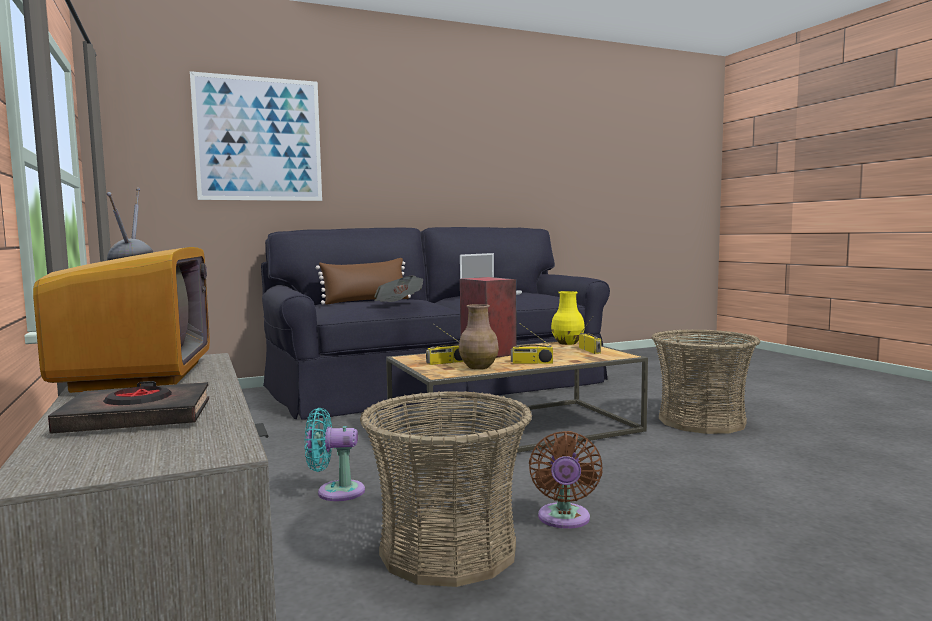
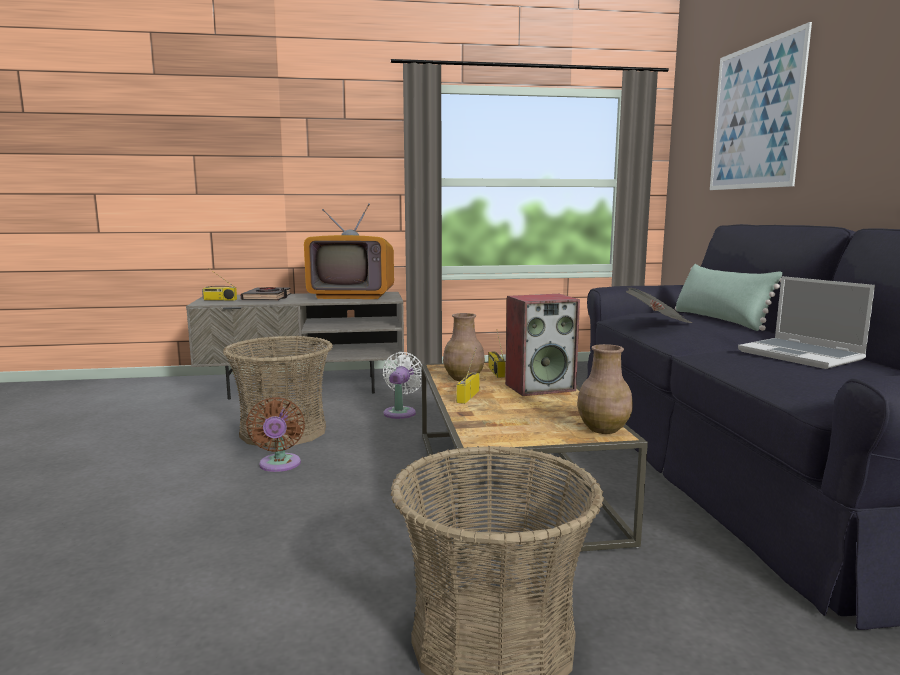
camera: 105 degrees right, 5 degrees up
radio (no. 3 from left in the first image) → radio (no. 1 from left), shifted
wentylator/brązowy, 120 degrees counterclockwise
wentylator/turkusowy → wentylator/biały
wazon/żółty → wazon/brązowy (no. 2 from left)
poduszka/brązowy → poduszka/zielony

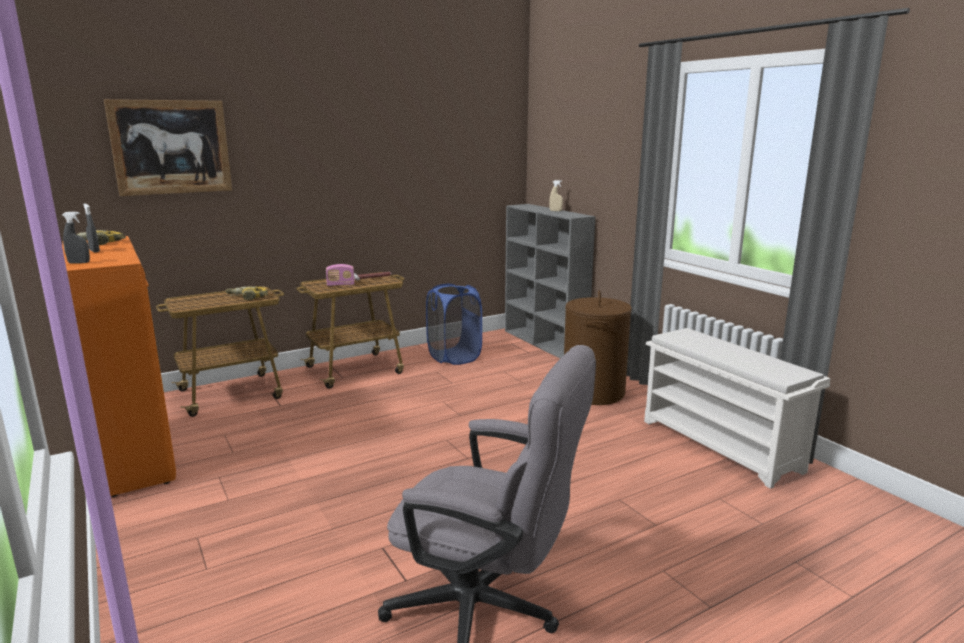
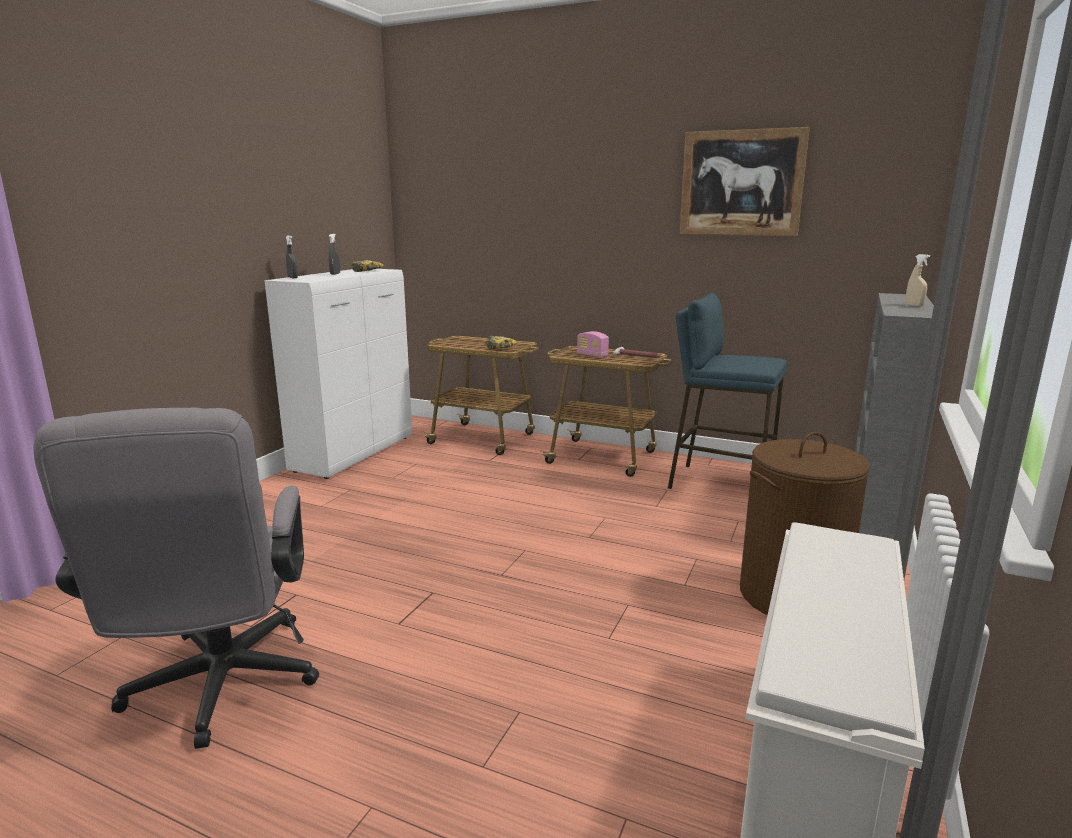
camera: 55 degrees right, 0 degrees up
szafka/pomarańczowy → szafka/biały
kosz na pranie/niebieski → stołek/niebieski
obraz, shifted

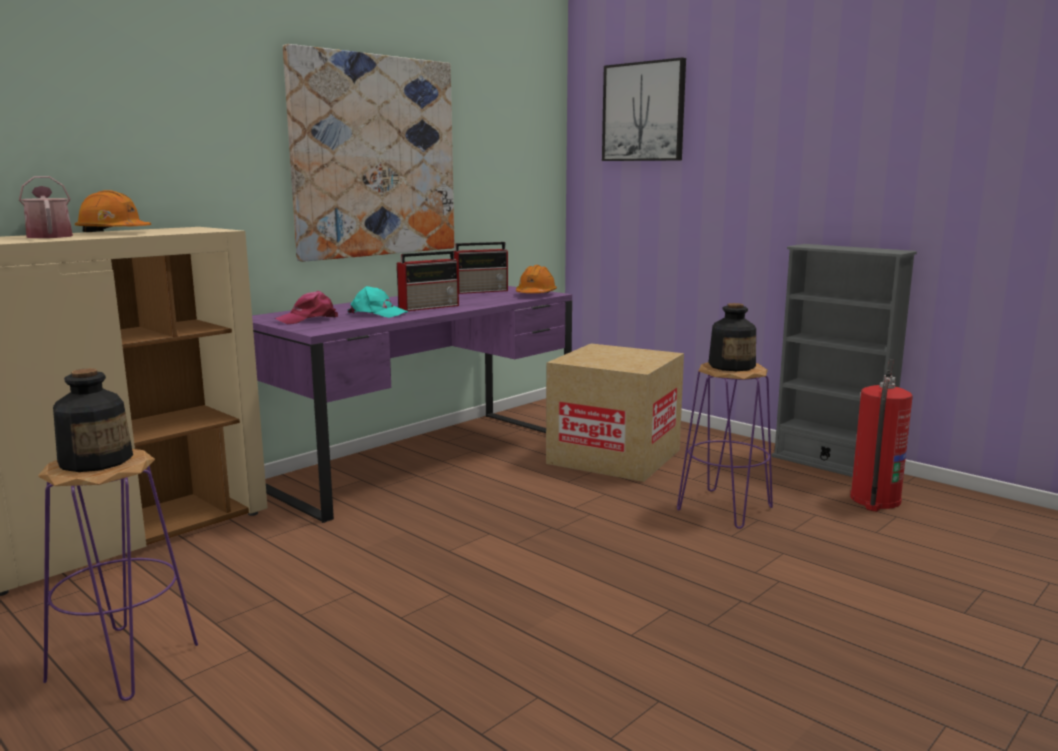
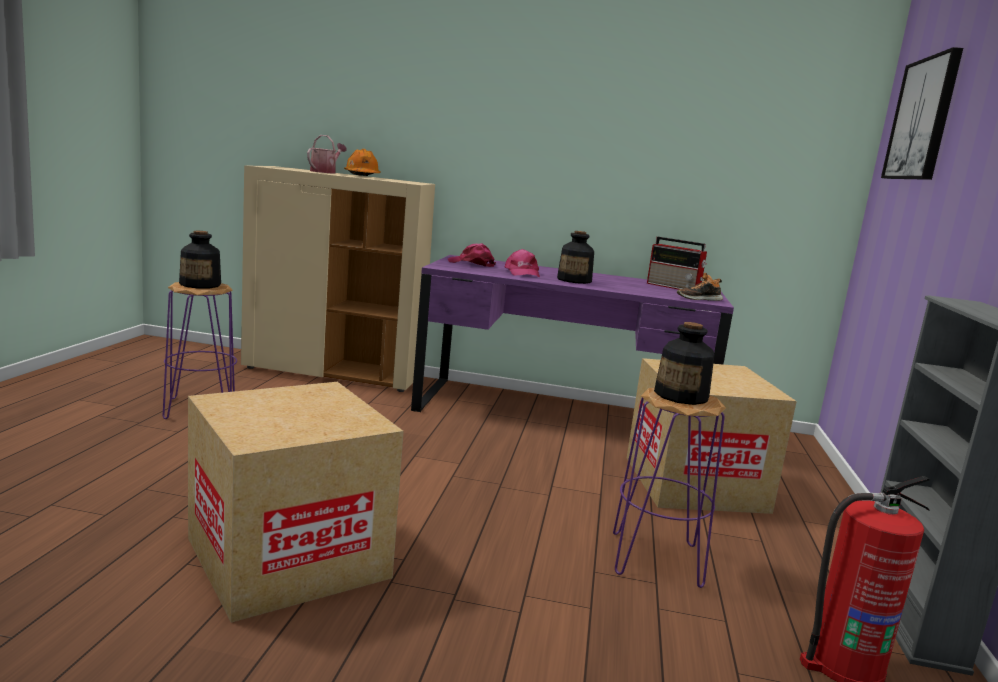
camera: 55 degrees right, 0 degrees up
- → karton (no. 1 from left)
czapka z daszkiem/turkusowy → czapka z daszkiem/różowy (no. 2 from left)
radio (no. 1 from left) → butelka (no. 2 from left)
kask/pomarańczowy (no. 2 from left) → but
obraz (no. 1 from left) → -

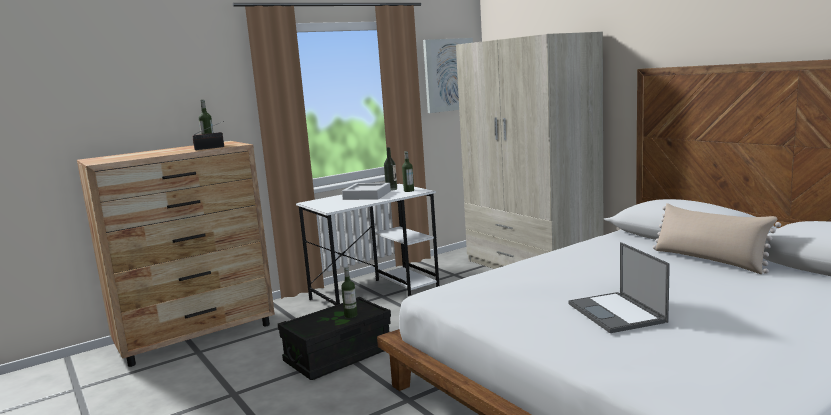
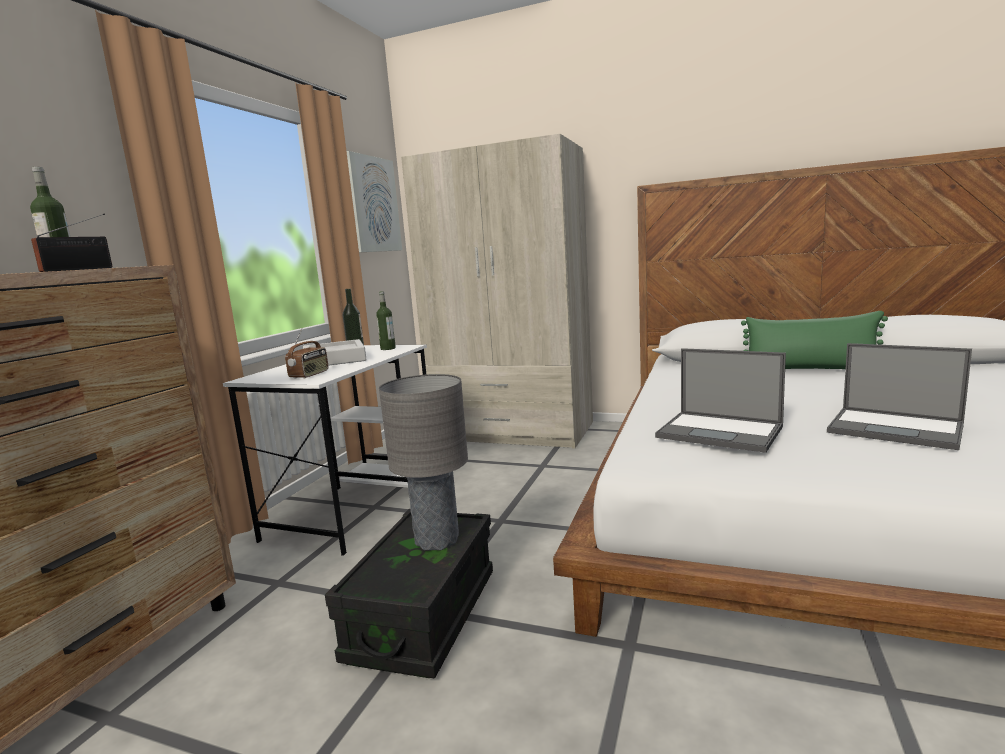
camera: 35 degrees left, 0 degrees up
- → radio (no. 2 from left)
butelka (no. 2 from left) → lampa stołowa/szary
- → laptop (no. 1 from left)
poduszka/beżowy → poduszka/zielony

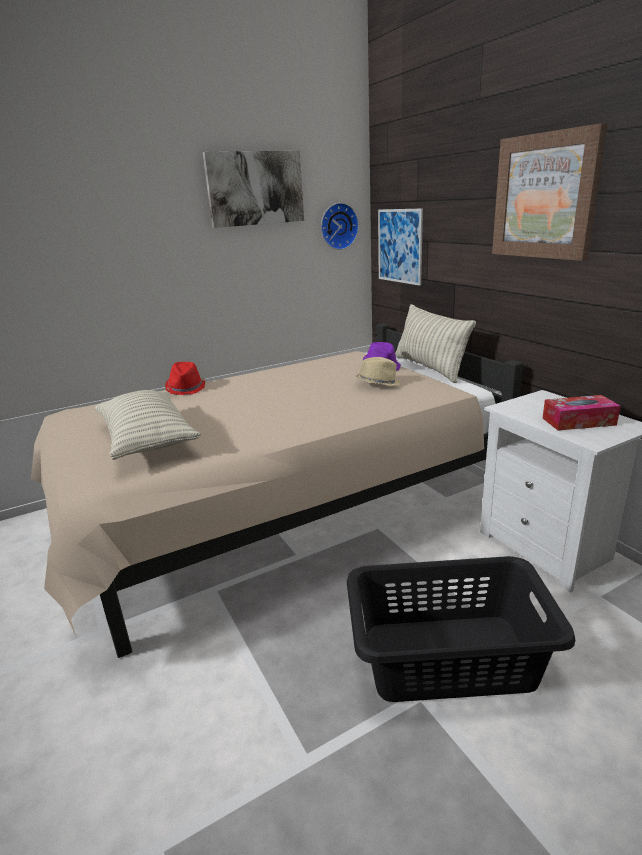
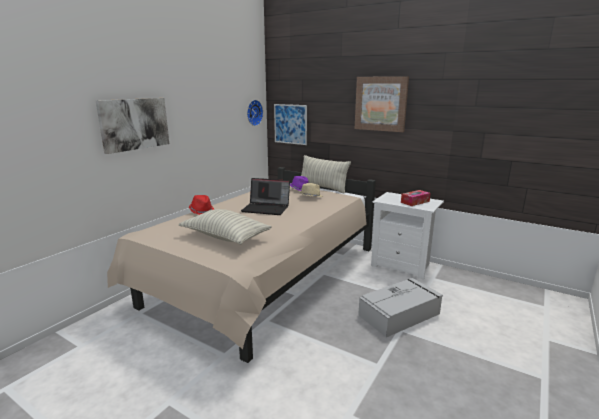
camera: 30 degrees left, 5 degrees down
obraz (no. 1 from left), shifted
- → laptop
kosz na pranie/czarny → pojemnik do przechowywania/szary

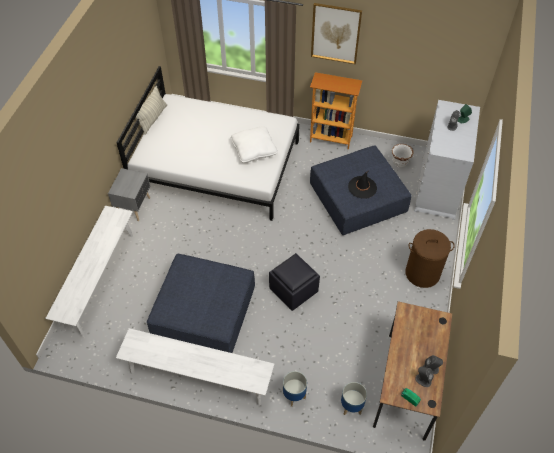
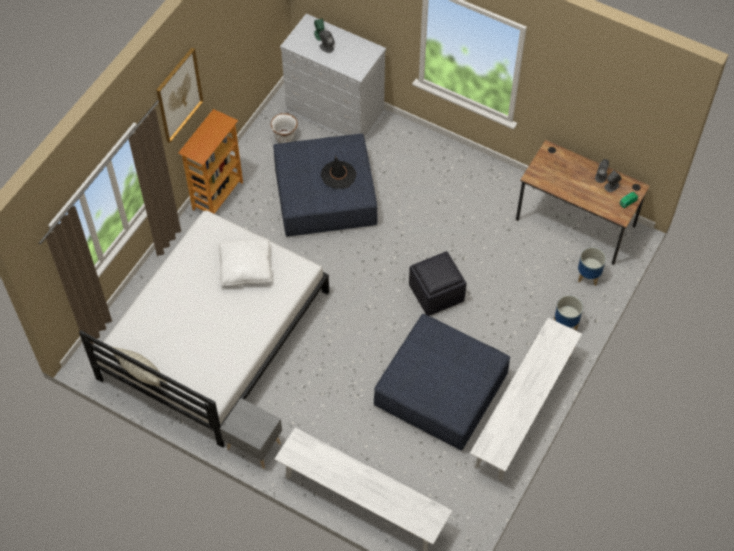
camera: 75 degrees left, 5 degrees up
kosz na pranie/brązowy → -

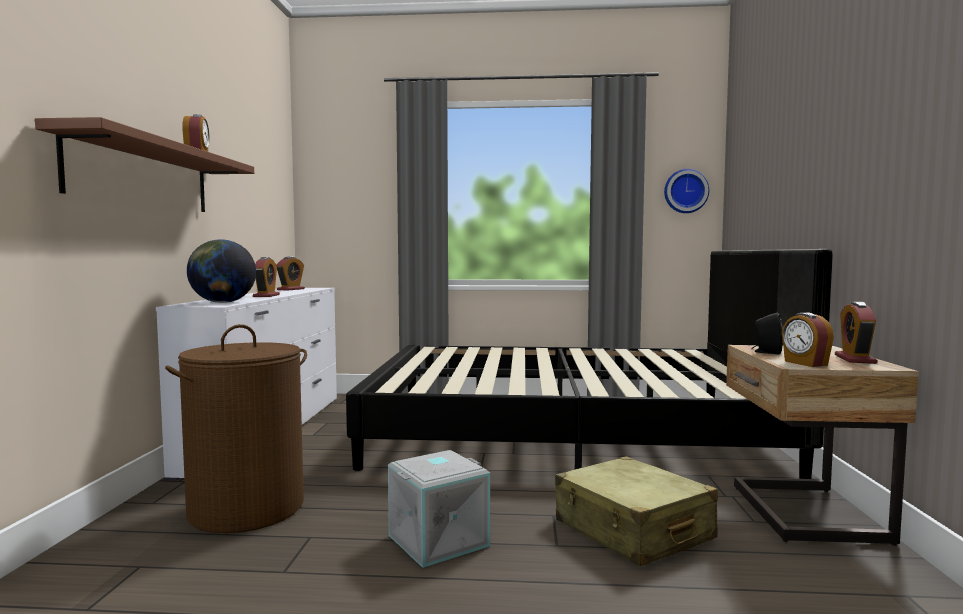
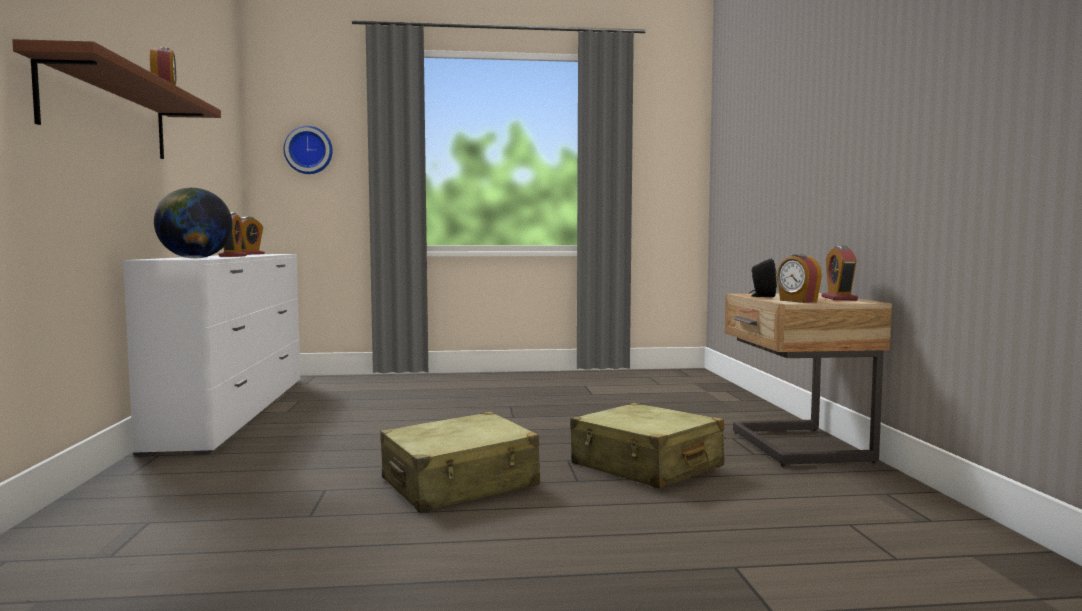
camera: 10 degrees left, 0 degrees up
zegar ścienny, shifted
pojemnik do przechowywania/szary → walizka/beżowy (no. 1 from left)
kosz na pranie/brązowy → -
łóżko/czarny → -

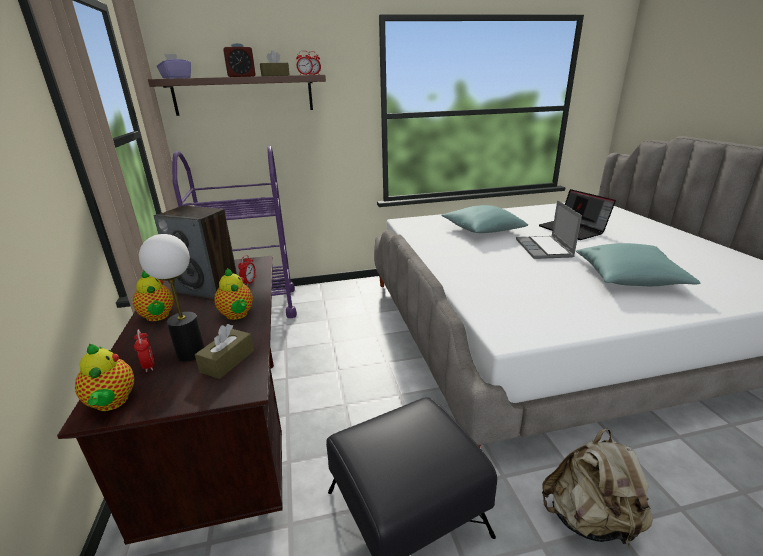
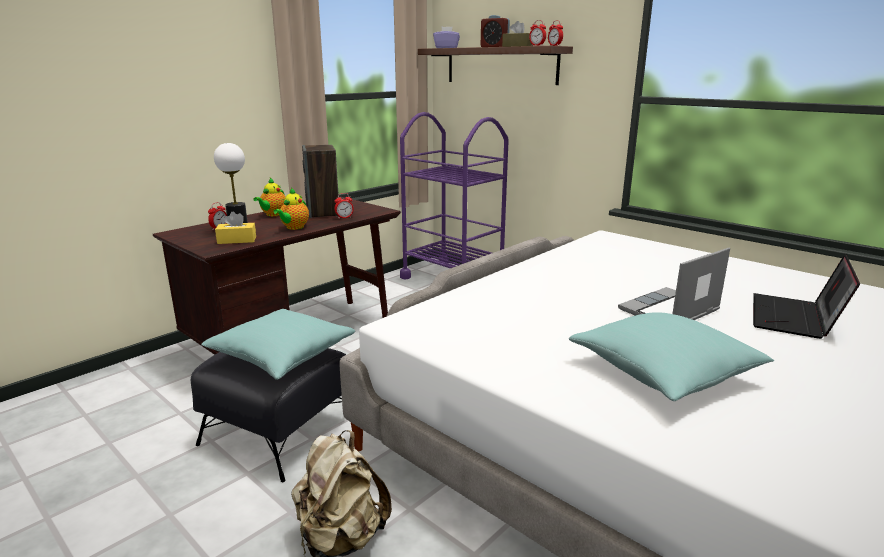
camera: 55 degrees right, 5 degrees down
poduszka/turkusowy (no. 1 from left), shifted
pudełko chusteczek/brązowy (no. 1 from left) → pudełko chusteczek/żółty
imbryk (no. 1 from left) → -

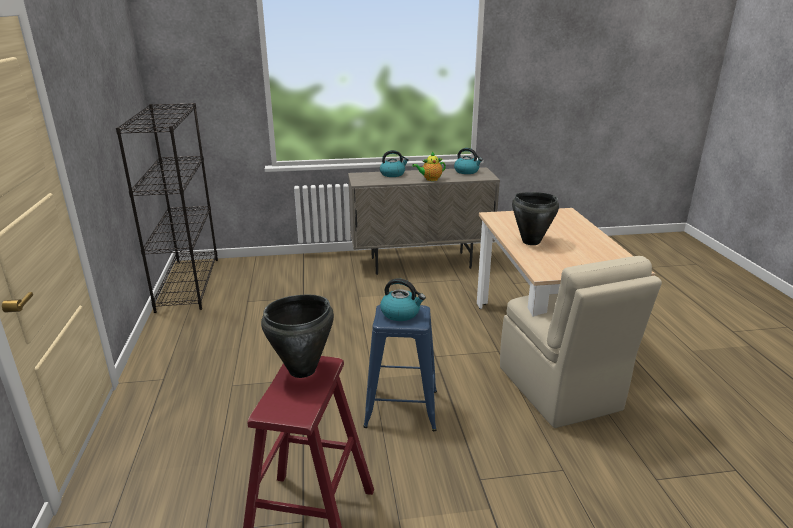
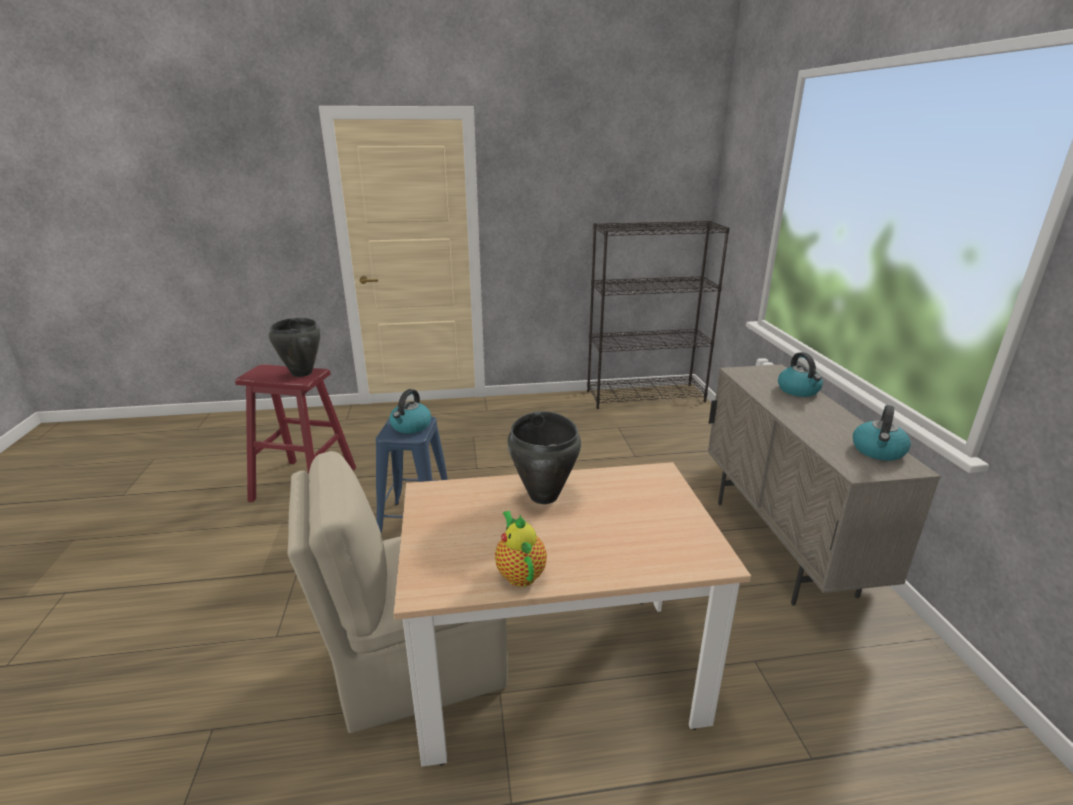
camera: 90 degrees right, 0 degrees up
imbryk, shifted

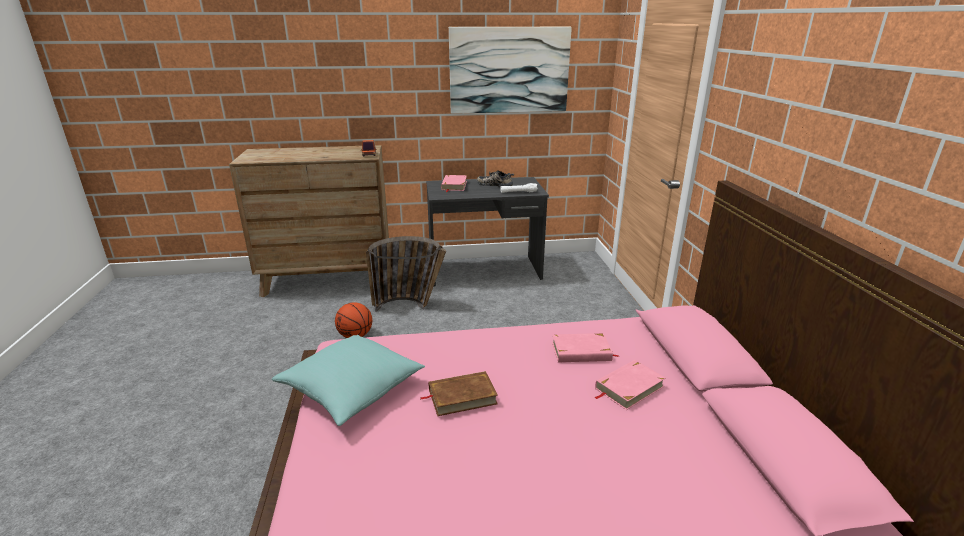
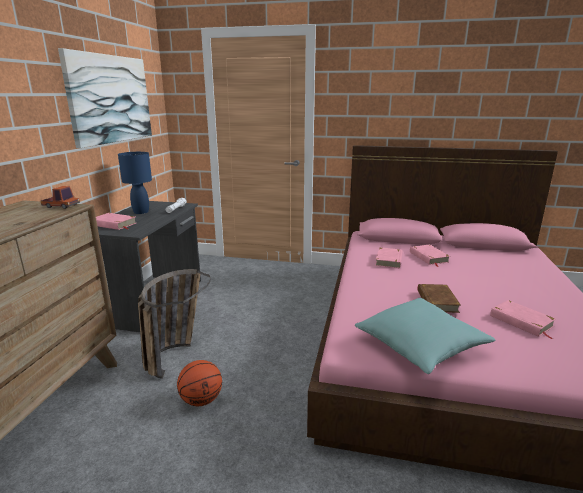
camera: 70 degrees left, 5 degrees down
but → lampa stołowa/niebieski
- → książka/różowy (no. 4 from left)

